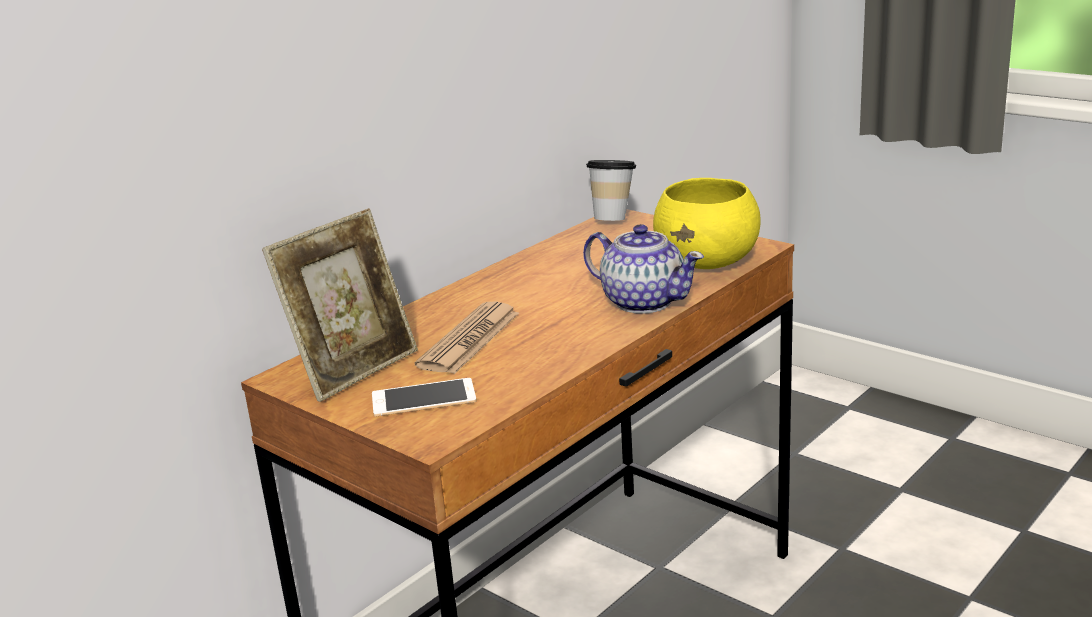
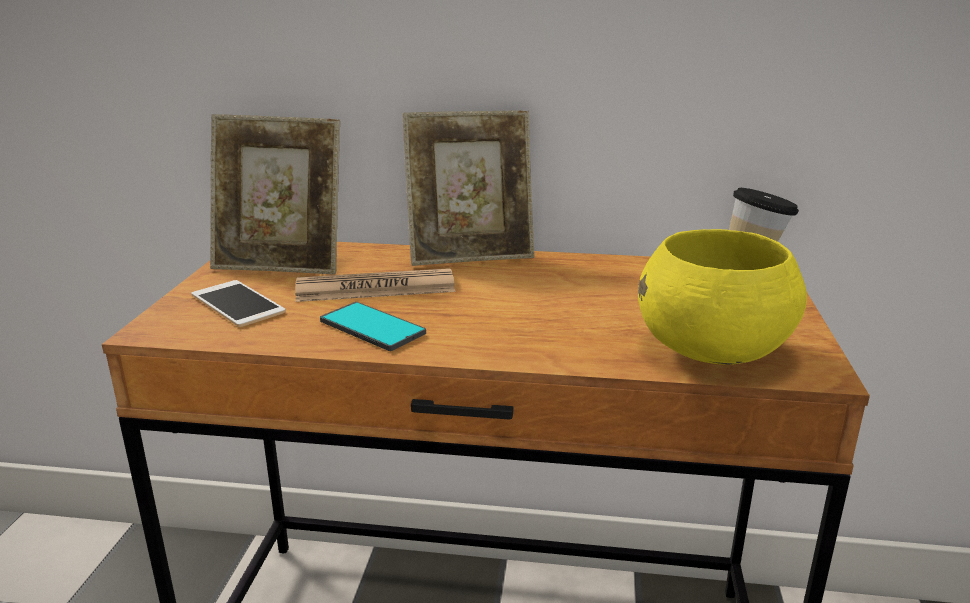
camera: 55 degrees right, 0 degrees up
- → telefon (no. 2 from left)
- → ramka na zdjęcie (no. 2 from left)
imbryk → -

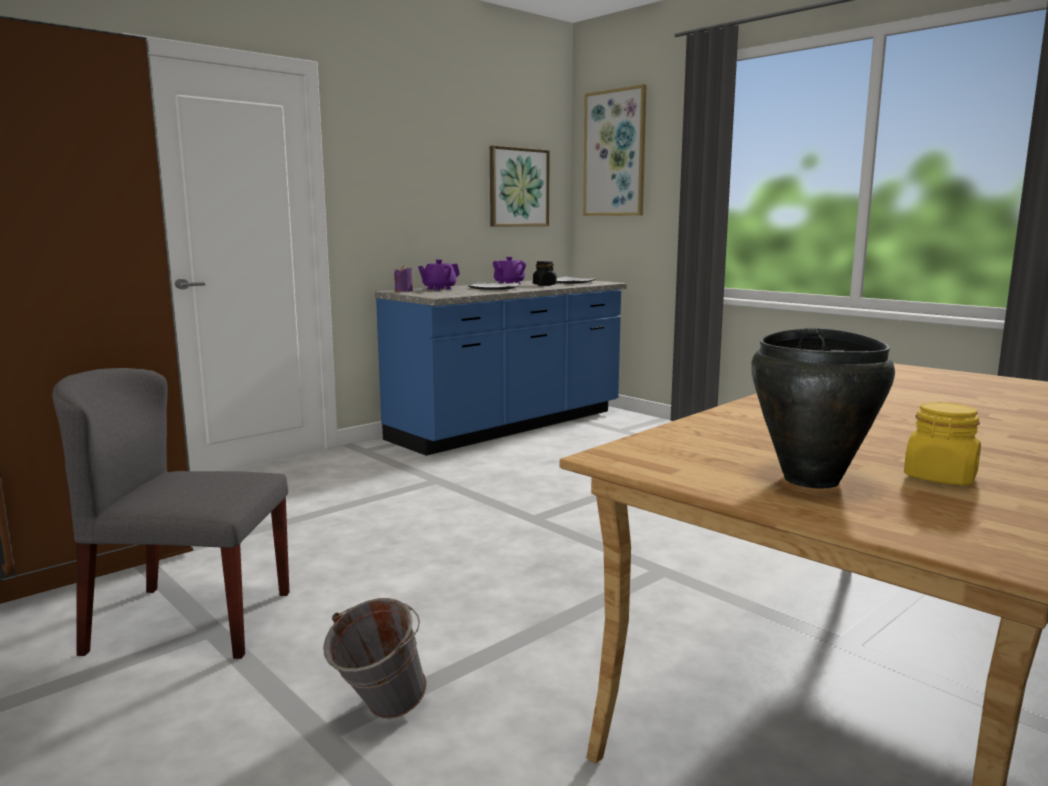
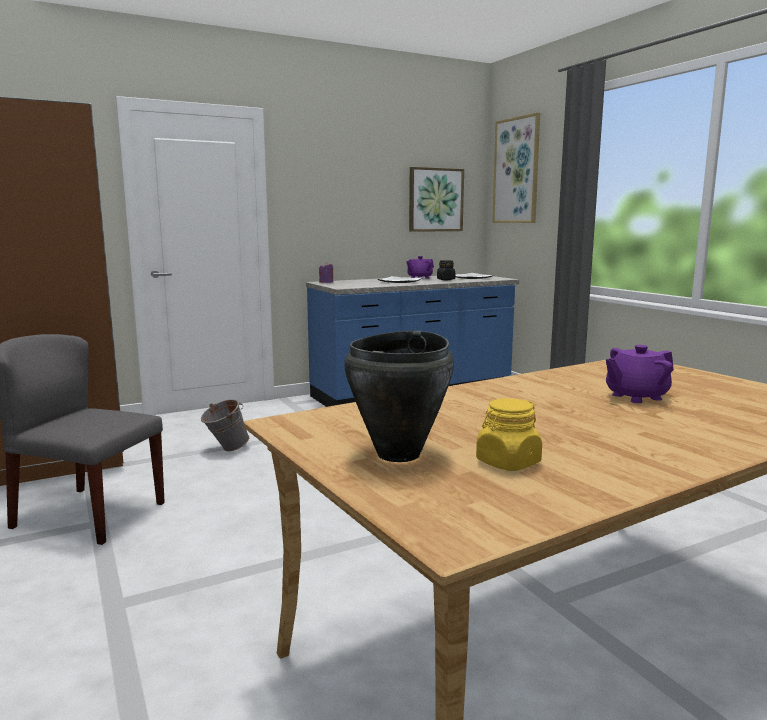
camera: 15 degrees right, 0 degrees up
wiadro/szary, shifted
imbryk/fioletowy (no. 1 from left in the first image) → imbryk/fioletowy (no. 2 from left), shifted

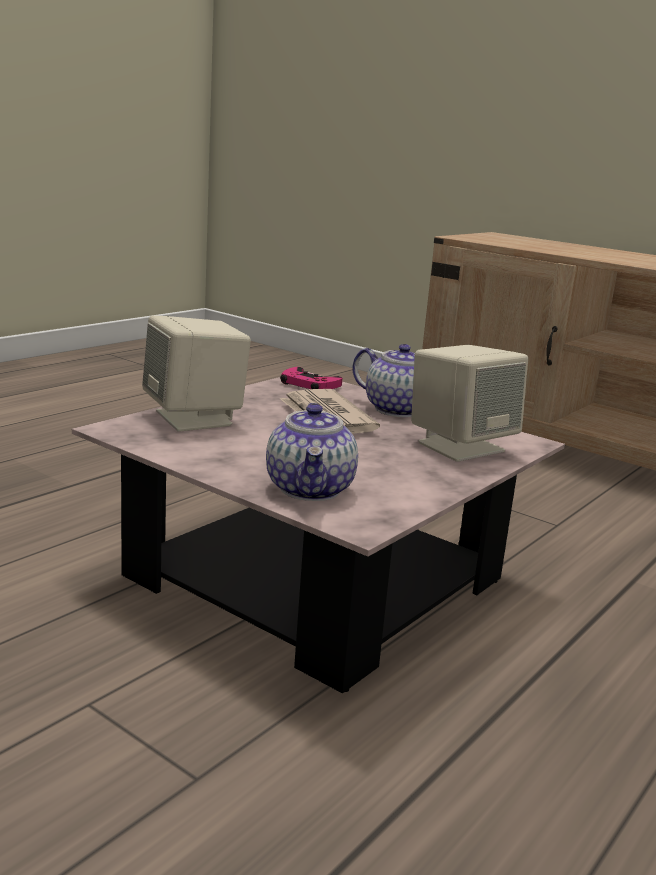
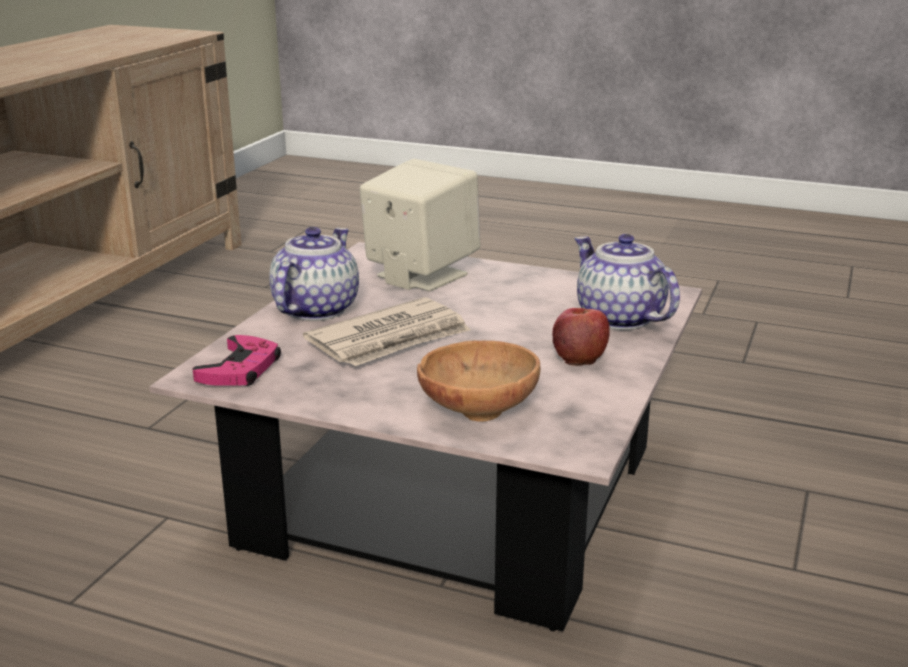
camera: 105 degrees left, 5 degrees up
głośnik/beżowy (no. 1 from left) → miska/brązowy
- → jabłko
imbryk (no. 1 from left in the first image) → imbryk (no. 2 from left), 105 degrees counterclockwise

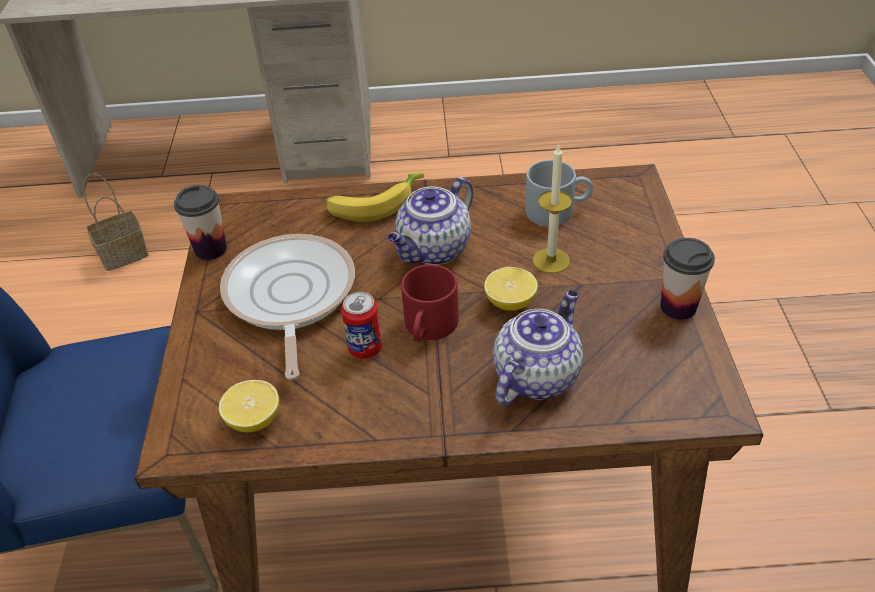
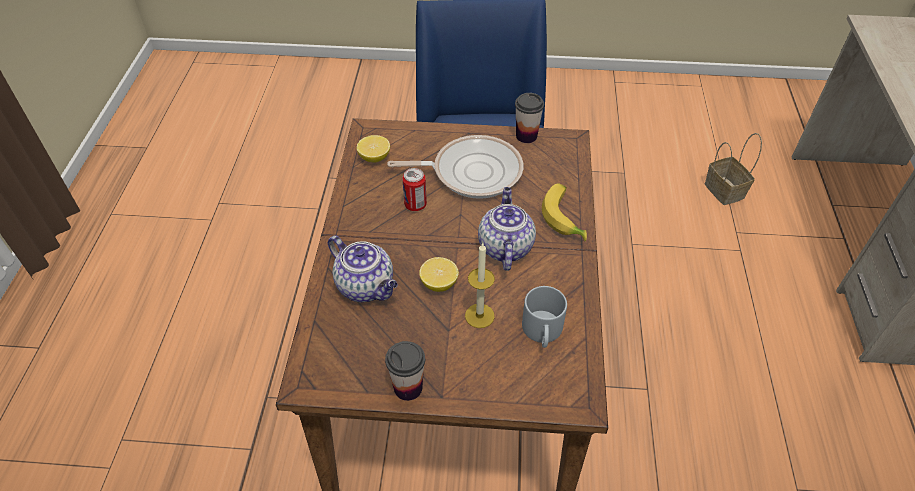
camera: 95 degrees right, 5 degrees up
imbryk (no. 1 from left in the first image) → imbryk (no. 2 from left), 45 degrees clockwise
kubek/czerwony → -

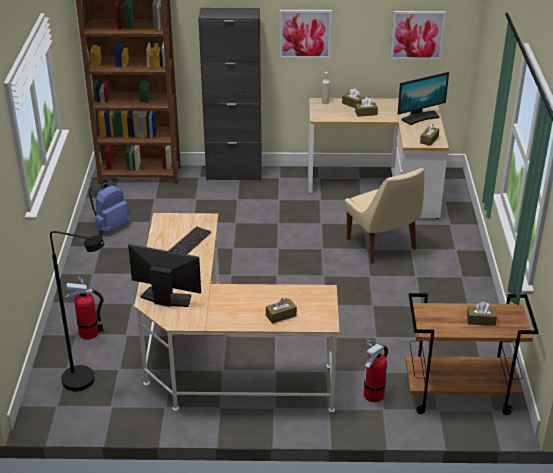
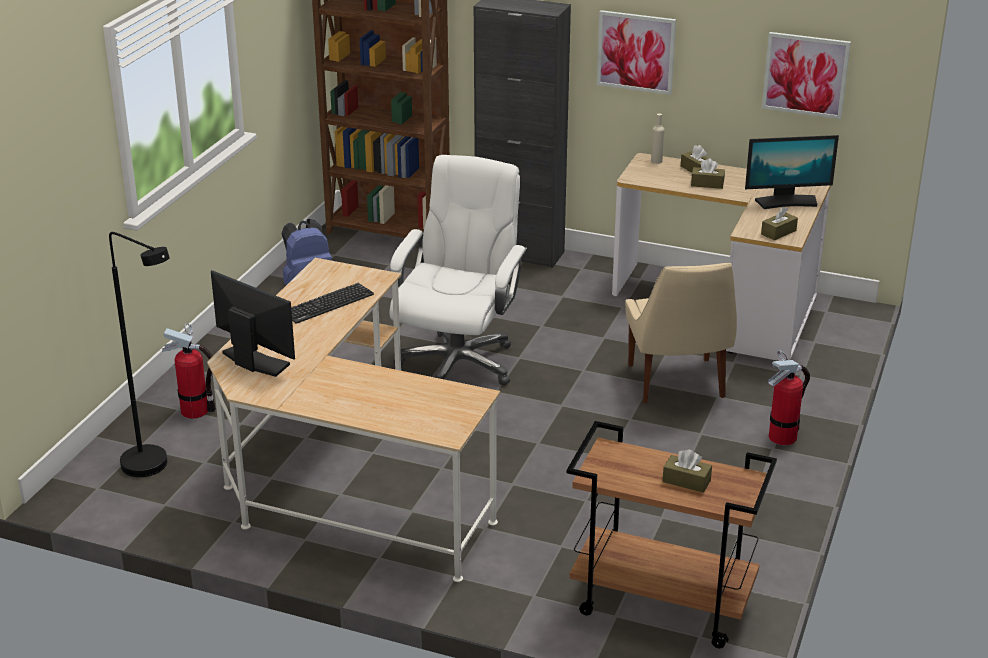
camera: 20 degrees right, 5 degrees down
- → krzesło biurowe/biały
gaśnica (no. 2 from left), shifted
pudełko chusteczek/brązowy (no. 1 from left) → -

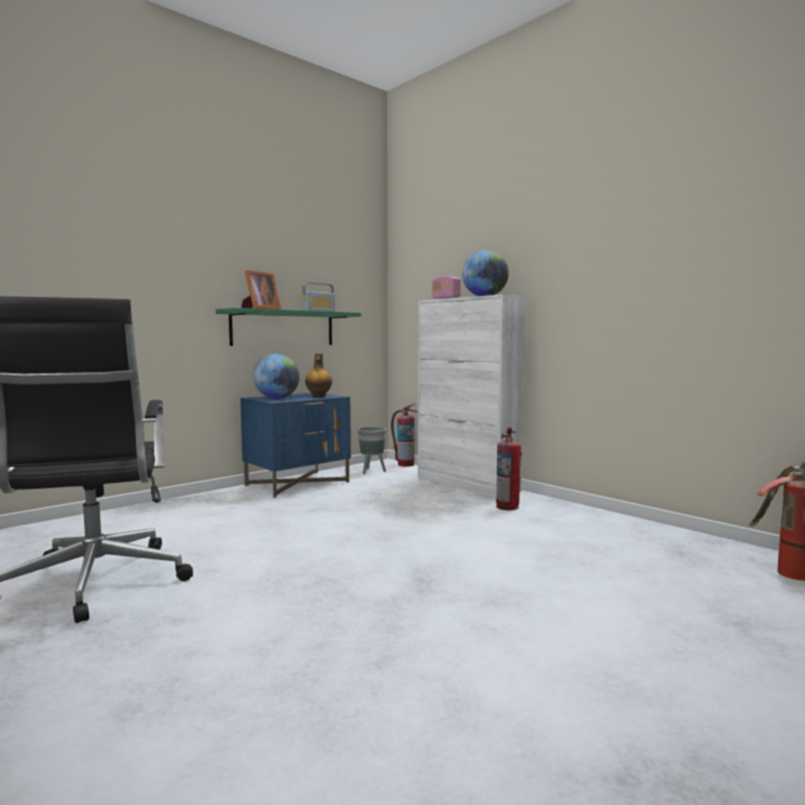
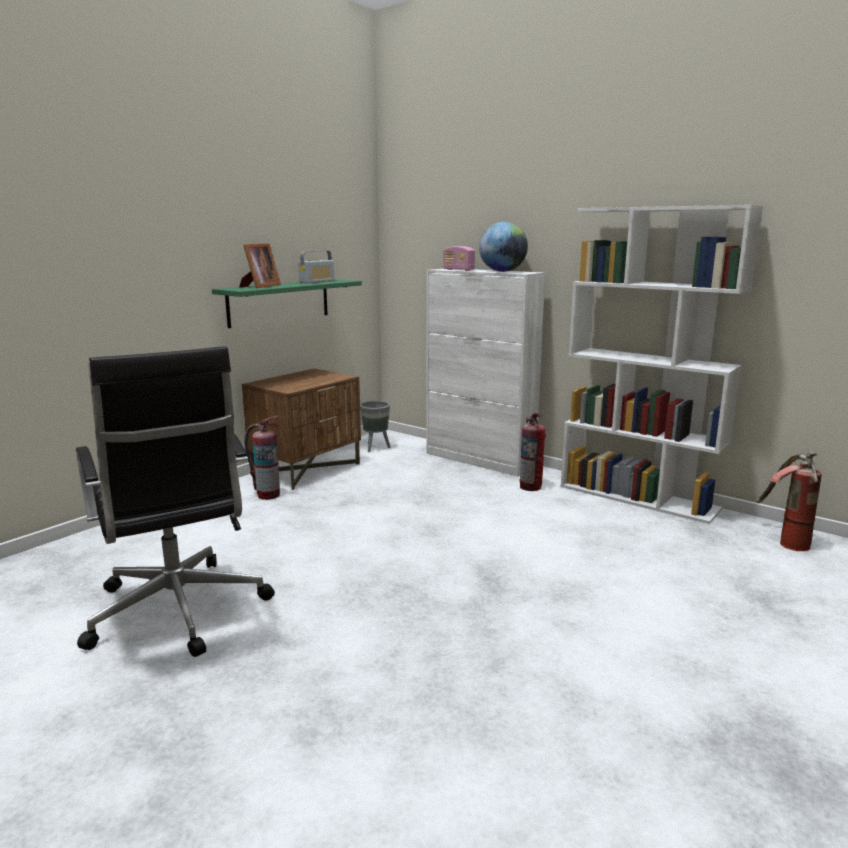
camera: 10 degrees left, 10 degrees up
szafka nocna/niebieski → szafka nocna/brązowy
gaśnica (no. 1 from left), shifted
- → regał/biały
globus (no. 1 from left) → -
butelka → -

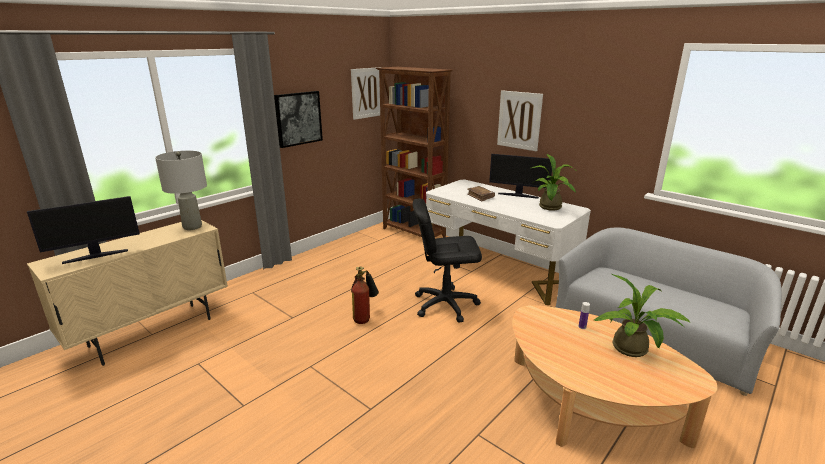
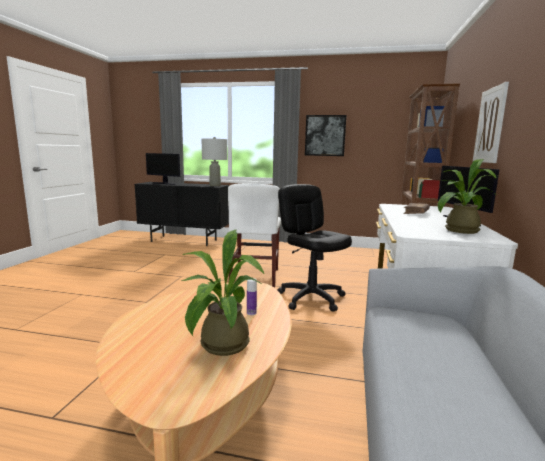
camera: 60 degrees right, 10 degrees down
szafka/beżowy → szafka/czarny
gaśnica → krzesło/biały
obraz (no. 2 from left) → -

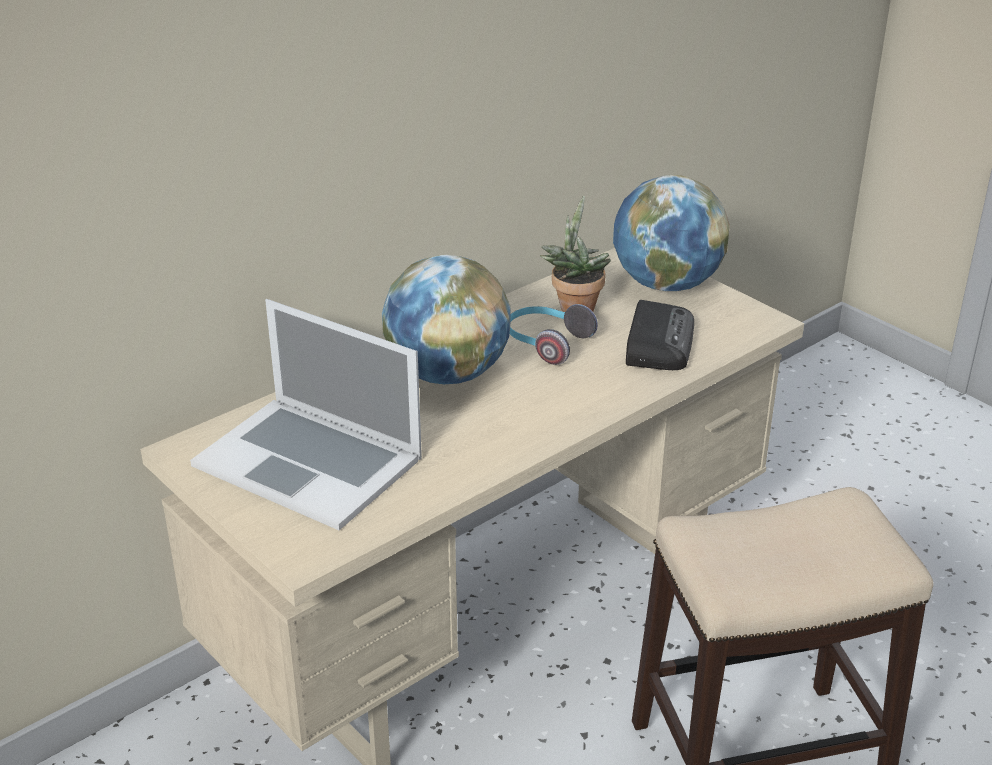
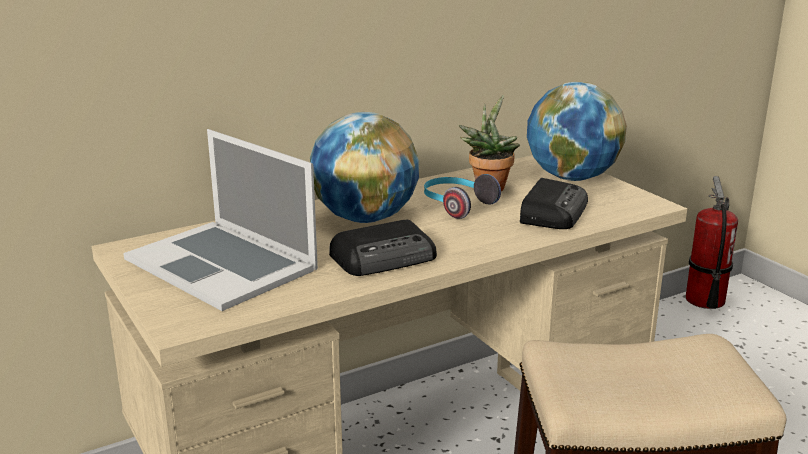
camera: 10 degrees right, 10 degrees down
- → radio (no. 1 from left)
- → gaśnica

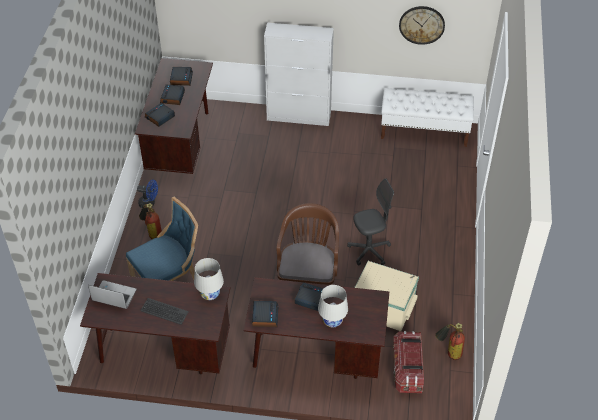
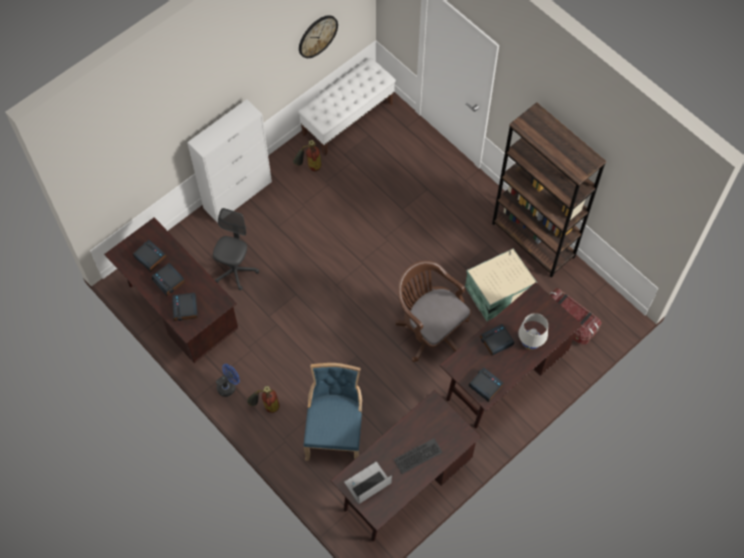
camera: 50 degrees left, 15 degrees up
krzesło biurowe/szary, shifted
gaśnica (no. 2 from left), shifted
- → regał/brązowy
lampa stołowa/biały (no. 1 from left) → -

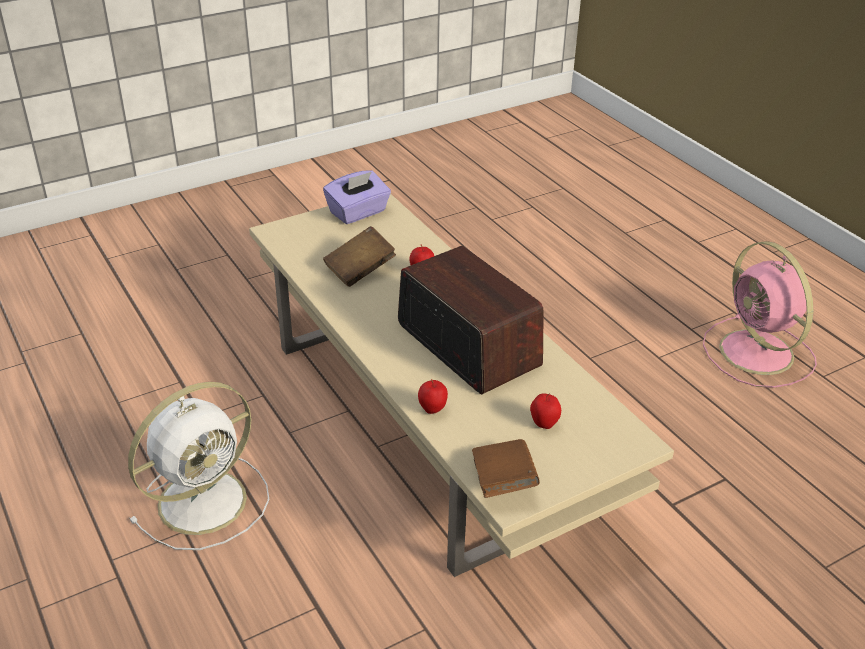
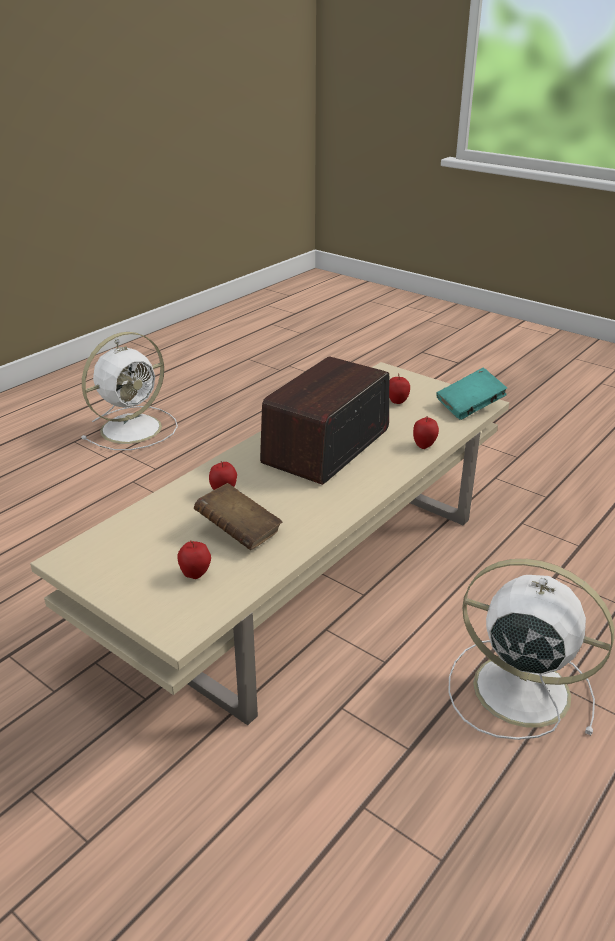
camera: 110 degrees left, 5 degrees down
wentylator/różowy → wentylator/biały (no. 1 from left)
- → jabłko (no. 1 from left)
książka/brązowy (no. 2 from left) → książka/turkusowy
pudełko chusteczek/fioletowy → -

